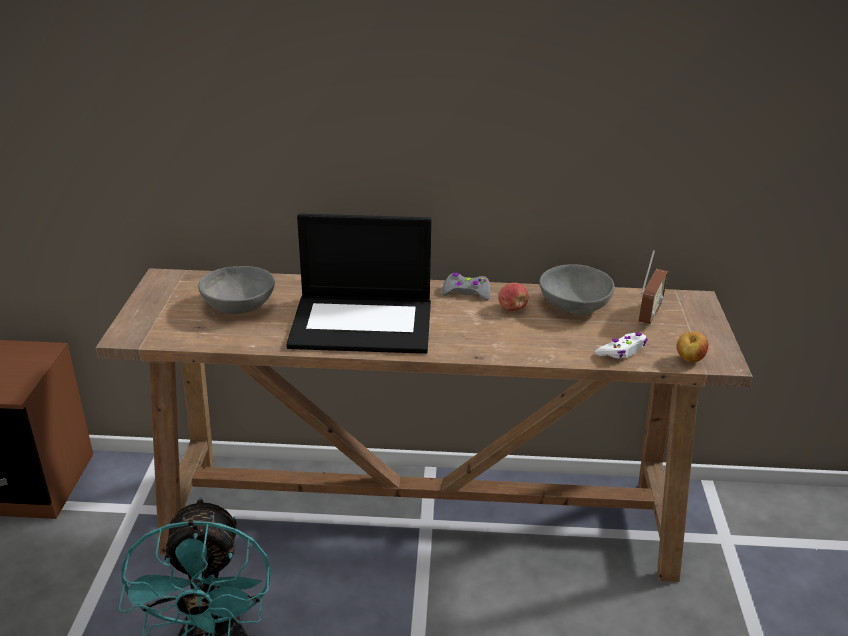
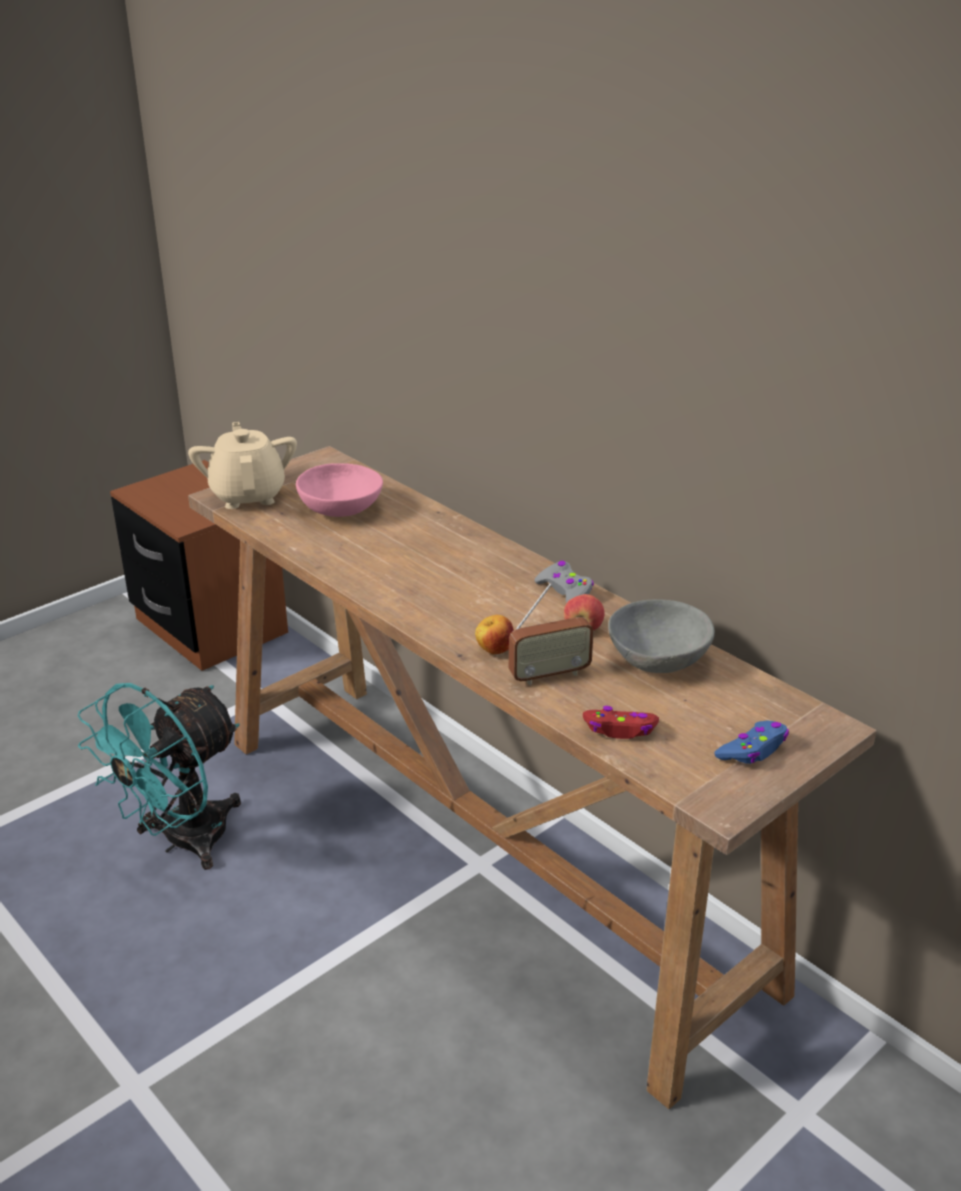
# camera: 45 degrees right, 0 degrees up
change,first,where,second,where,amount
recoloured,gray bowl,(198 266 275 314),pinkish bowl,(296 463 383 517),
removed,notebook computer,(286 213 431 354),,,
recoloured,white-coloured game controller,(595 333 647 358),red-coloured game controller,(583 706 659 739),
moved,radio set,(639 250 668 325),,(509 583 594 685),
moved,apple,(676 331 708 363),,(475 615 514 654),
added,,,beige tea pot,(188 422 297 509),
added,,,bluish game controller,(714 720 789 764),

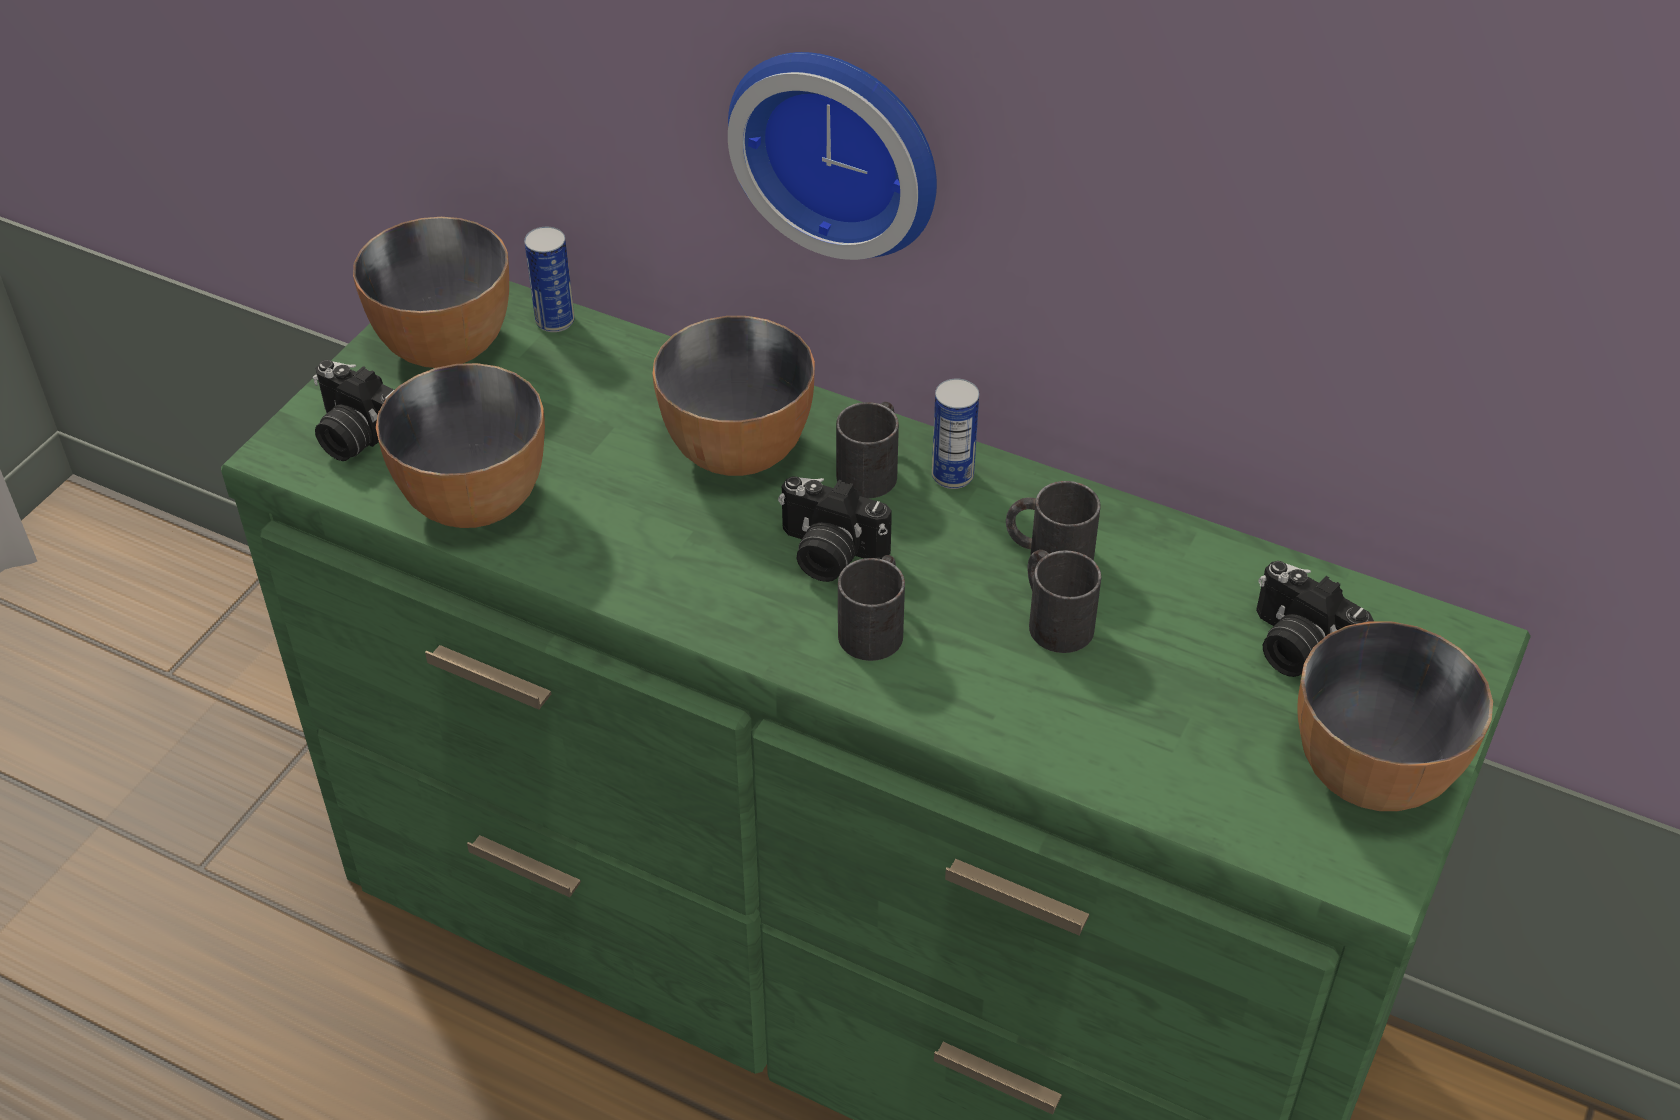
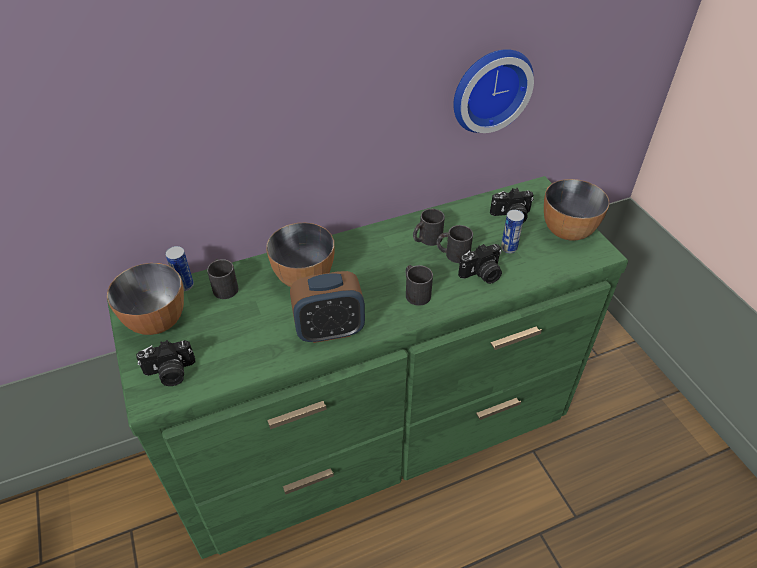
# camera: 50 degrees left, 0 degrees up
change,first,where,second,where,amount
removed,bowl,(376 363 545 528),,,
moved,hanging clock,(728 52 937 260),,(453 49 534 133),
moved,still camera,(778 476 892 582),,(458 244 502 284),
moved,black-coloured mug,(836 402 899 498),,(207 259 239 299),
moved,can,(932 378 979 489),,(501 210 524 253),
added,,,alarm clock,(290 271 365 343),

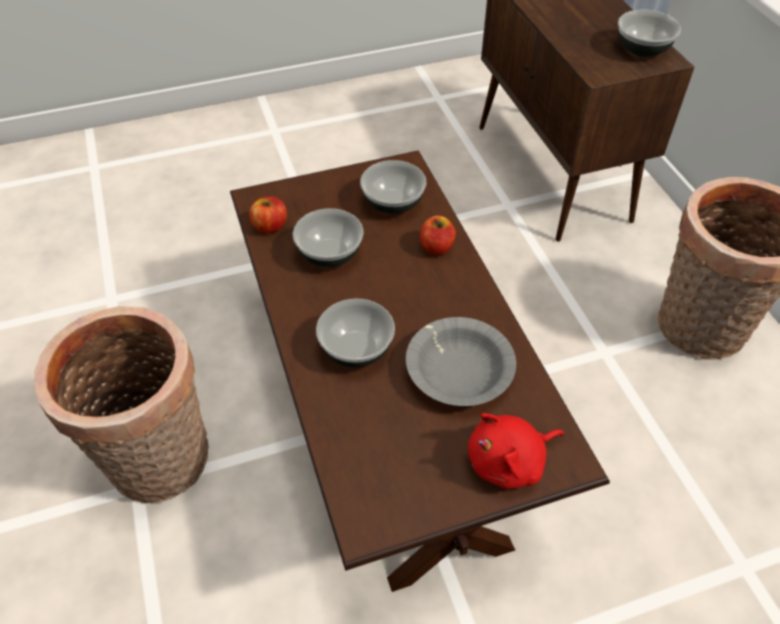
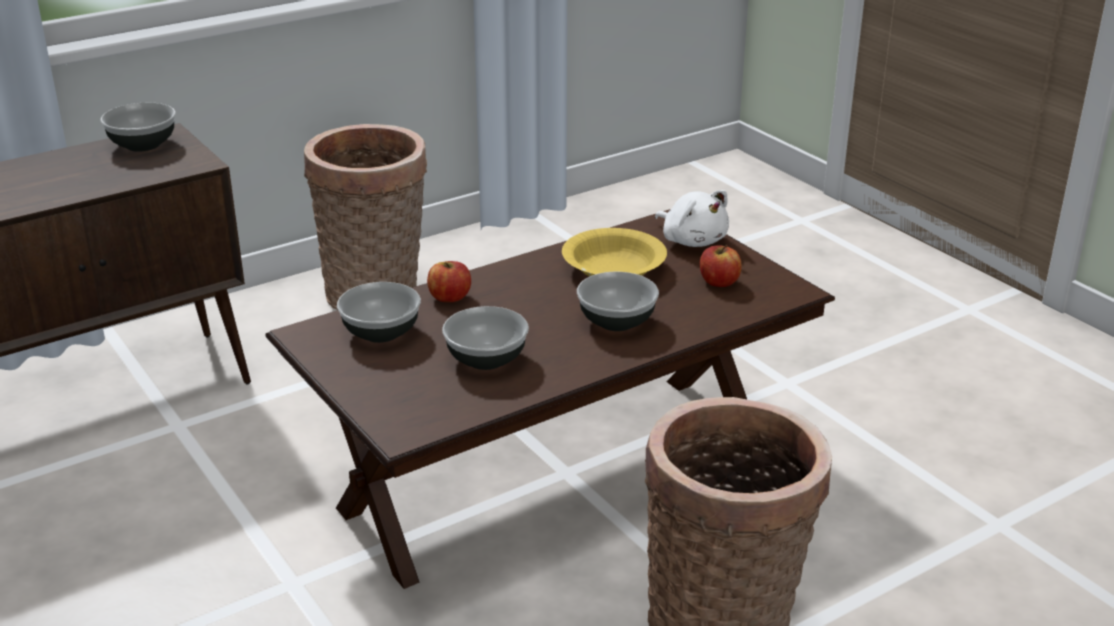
# camera: 105 degrees left, 20 degrees down
change,first,where,second,where,amount
moved,apple,(249 196 287 233),,(700 245 742 287),
recoloured,gray bowl,(406 317 516 406),yellow-coloured bowl,(562 228 667 277),
recoloured,red-coloured soft toy,(468 413 564 489),white-coloured soft toy,(655 190 729 247),

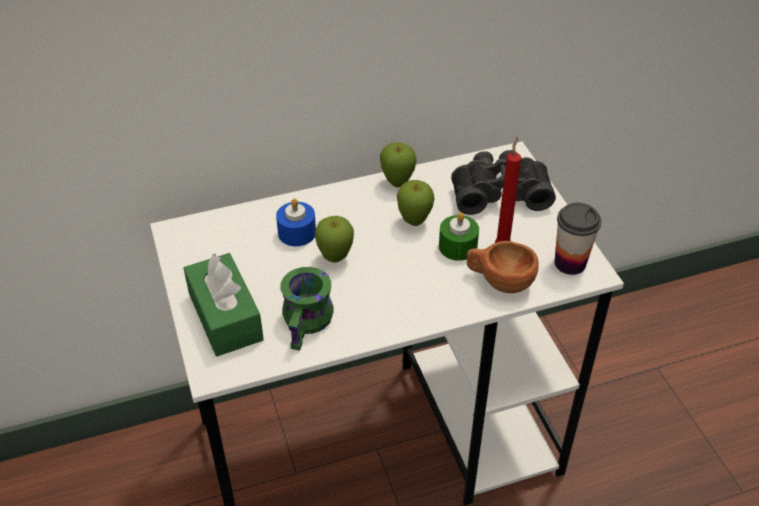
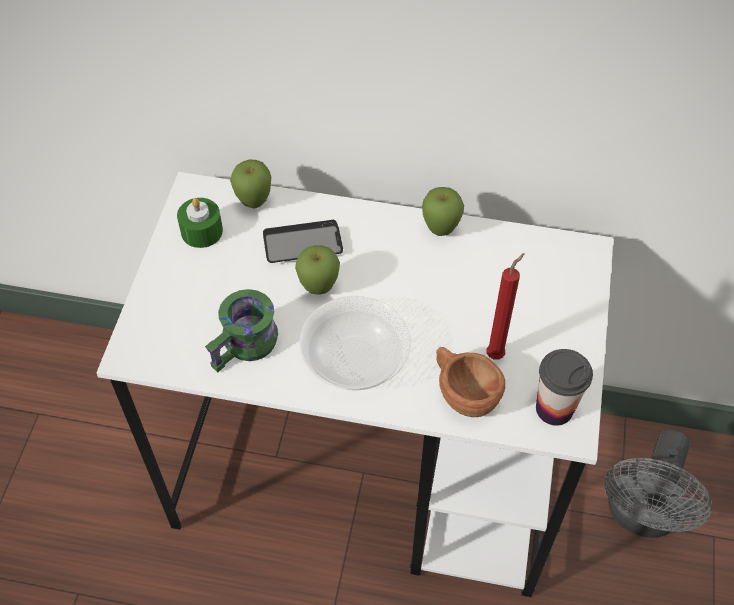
# camera: 30 degrees right, 10 degrees up
change,first,where,second,where,amount
removed,green-coloured box of tissues,(183 253 264 356),,,
replaced,bluish candle,(276 198 316 246),telephone,(263 220 343 263),
moved,apple,(397 180 434 226),,(230 159 271 209),
moved,green-coloured candle,(439 212 479 261),,(177 198 223 248),
removed,black-coloured binoculars,(451 150 556 215),,,
added,,,bowl,(299 296 411 391),
added,,,gray cooling fan,(604 429 712 538),

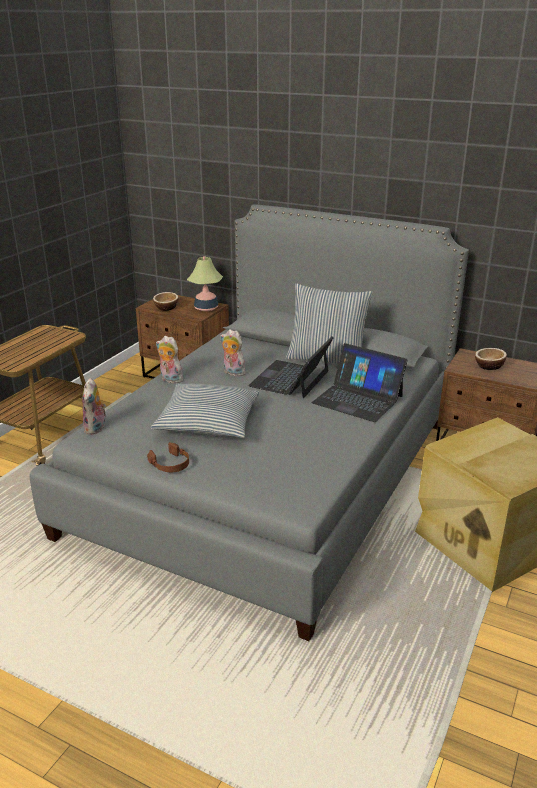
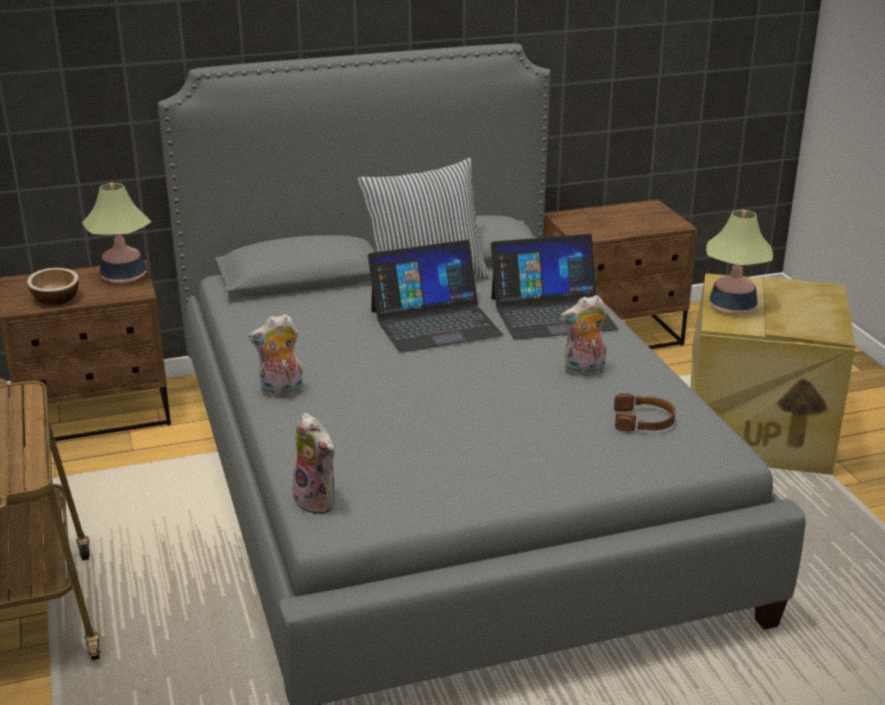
# camera: 45 degrees left, 0 degrees up
change,first,where,second,where,amount
moved,brown-coloured headset,(147 442 189 472),,(614 393 675 432),
removed,throw pillow,(151 383 260 438),,,
moved,soft toy,(220 329 246 377),,(560 295 606 376),
turned,notebook computer,(248 336 334 398),,(368 240 503 353),90 degrees counterclockwise
removed,bowl,(475 348 507 370),,,
added,,,tabletop lamp,(706 210 773 314),

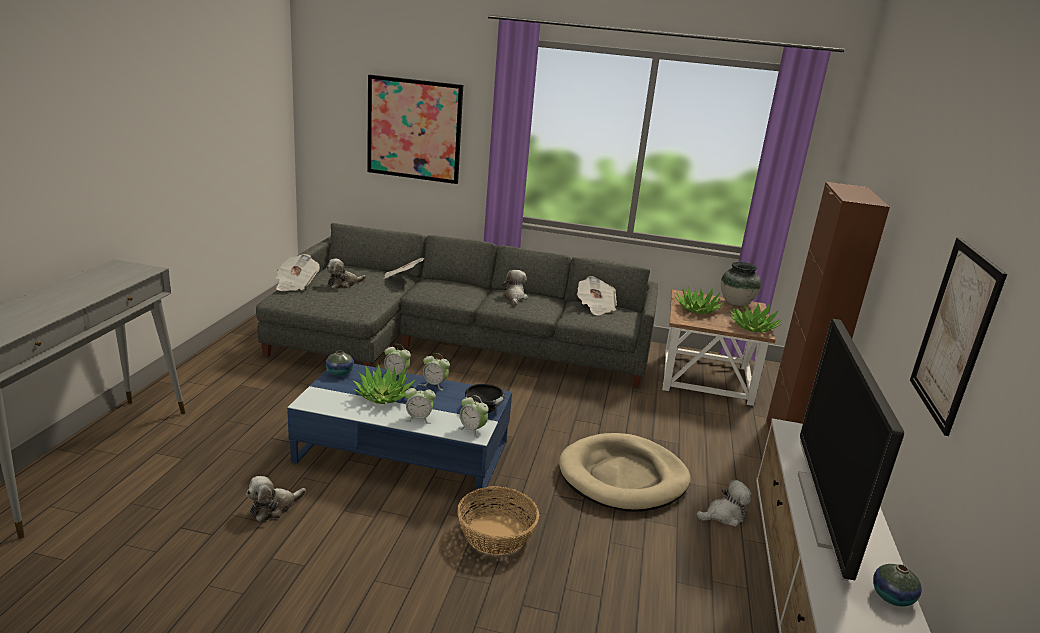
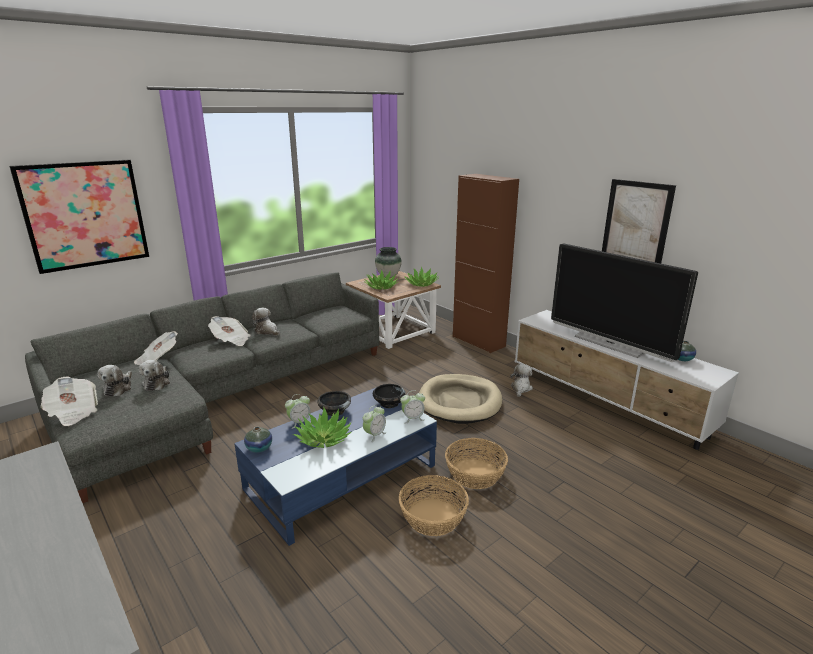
# camera: 50 degrees left, 0 degrees up
change,first,where,second,where,amount
moved,soft toy,(246 476 306 522),,(139 360 170 391),
replaced,alarm clock,(422 353 450 390),black-coloured bowl,(317 391 351 416),
moved,daily paper,(577 276 617 315),,(208 316 251 346),
added,,,household basket,(399 475 469 536),

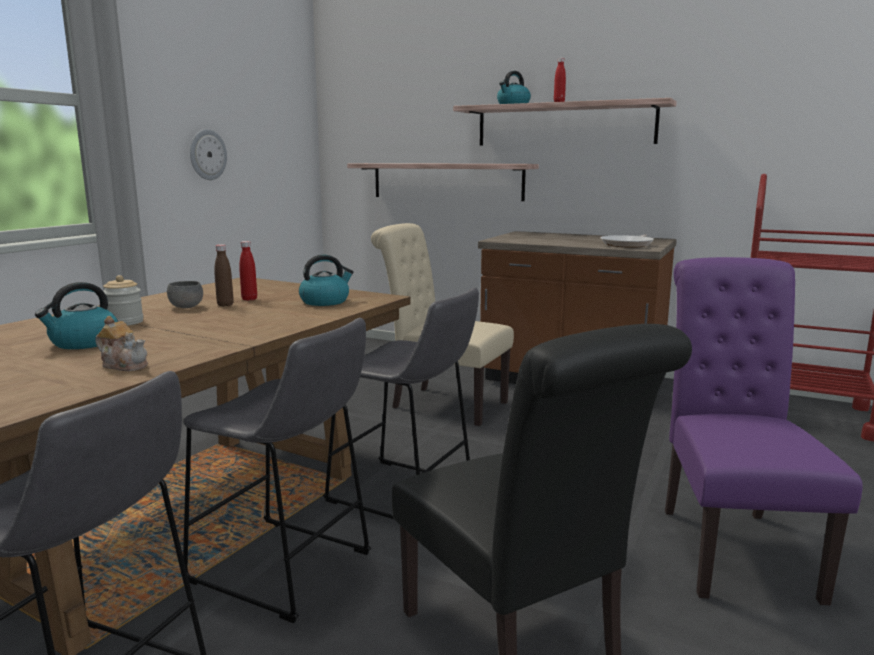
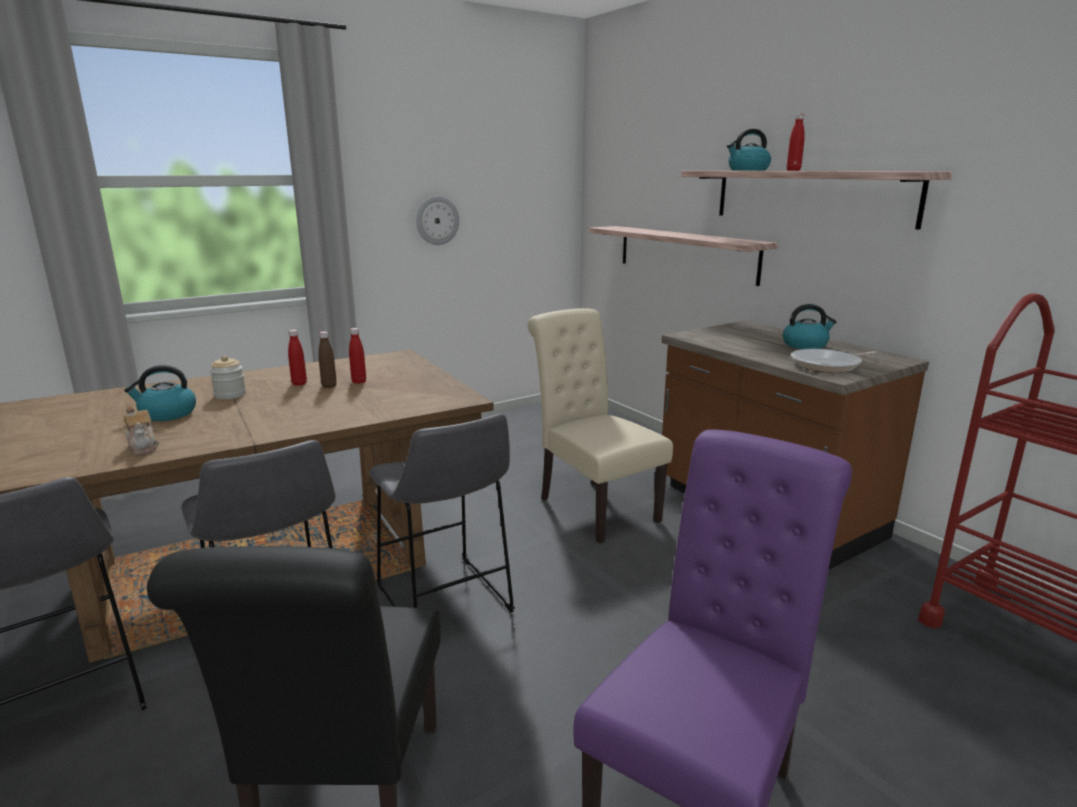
# camera: 30 degrees right, 5 degrees up
change,first,where,second,where,amount
replaced,gray bowl,(167 281 203 308),red-coloured beverage bottle,(288 329 307 386),
moved,kettle,(299 255 354 306),,(783 304 837 349),

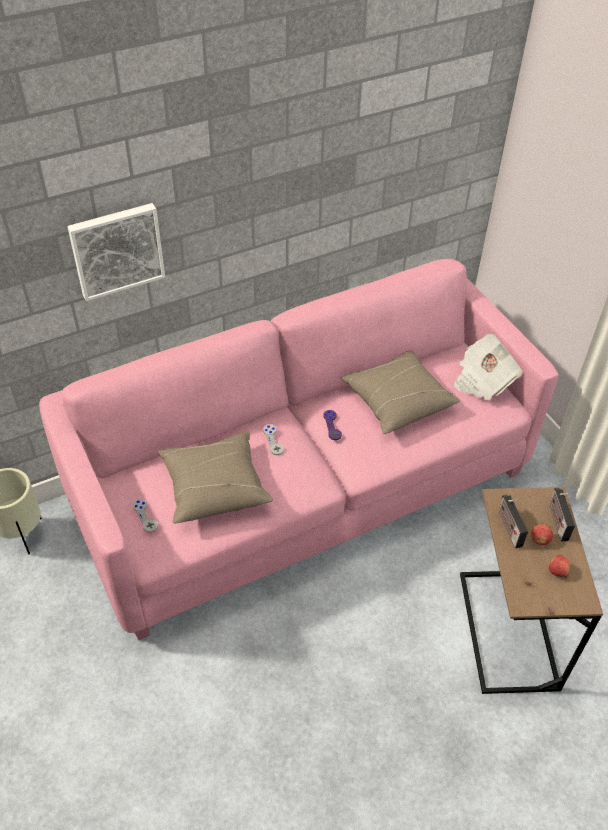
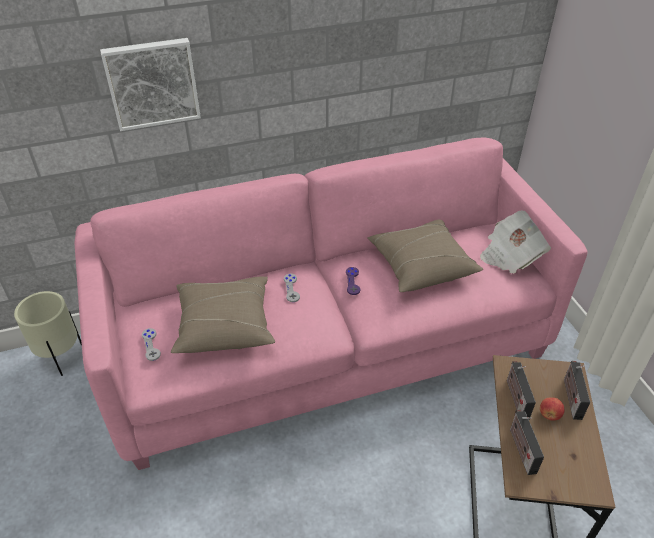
# camera: 10 degrees right, 5 degrees down
change,first,where,second,where,amount
removed,apple,(549 555 571 577),,,
added,,,radio set,(510 410 544 475),

